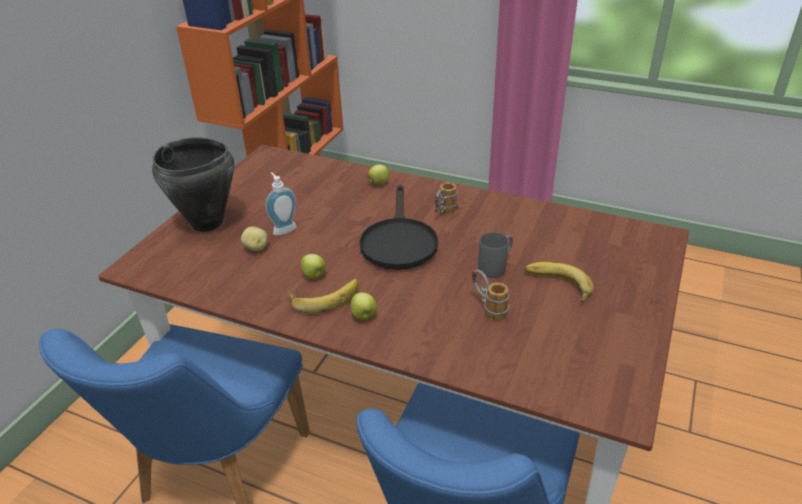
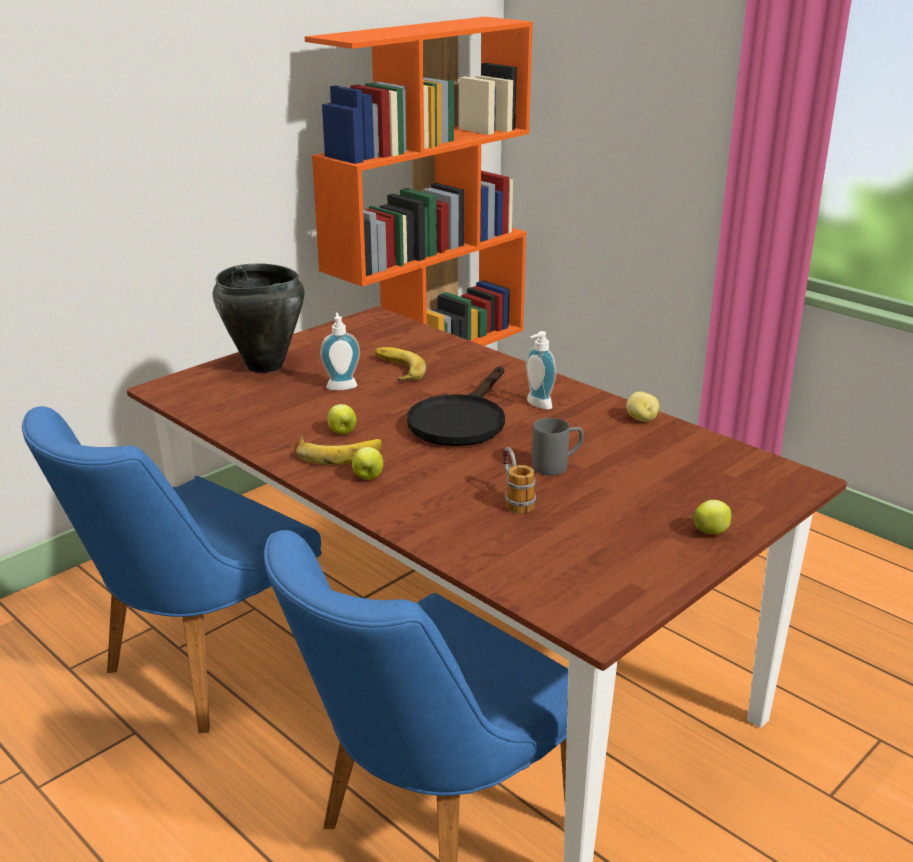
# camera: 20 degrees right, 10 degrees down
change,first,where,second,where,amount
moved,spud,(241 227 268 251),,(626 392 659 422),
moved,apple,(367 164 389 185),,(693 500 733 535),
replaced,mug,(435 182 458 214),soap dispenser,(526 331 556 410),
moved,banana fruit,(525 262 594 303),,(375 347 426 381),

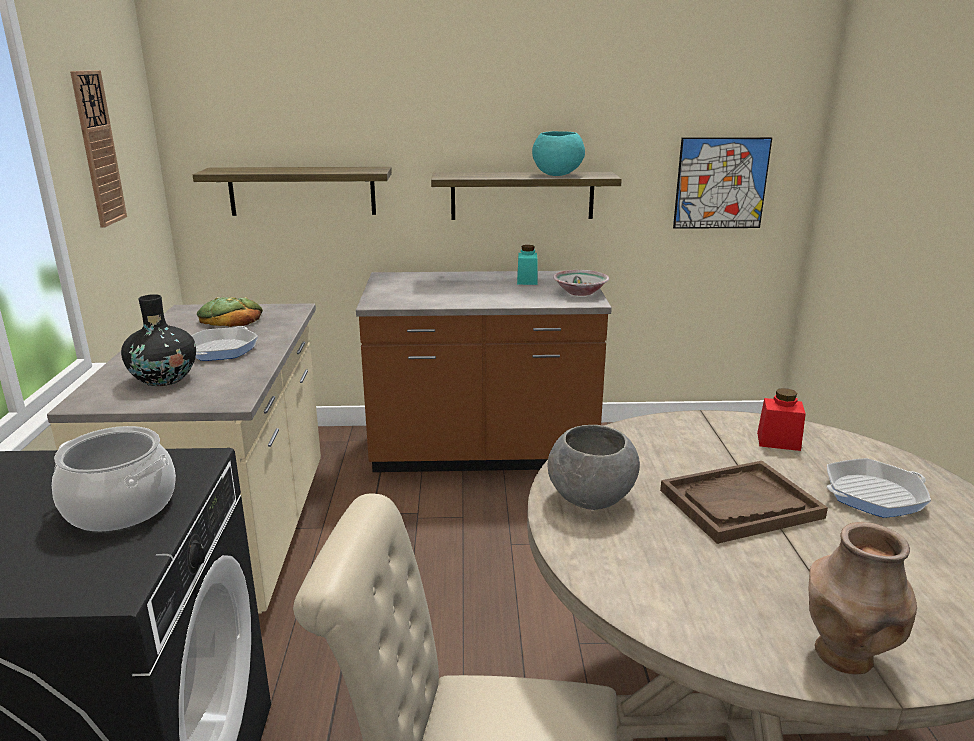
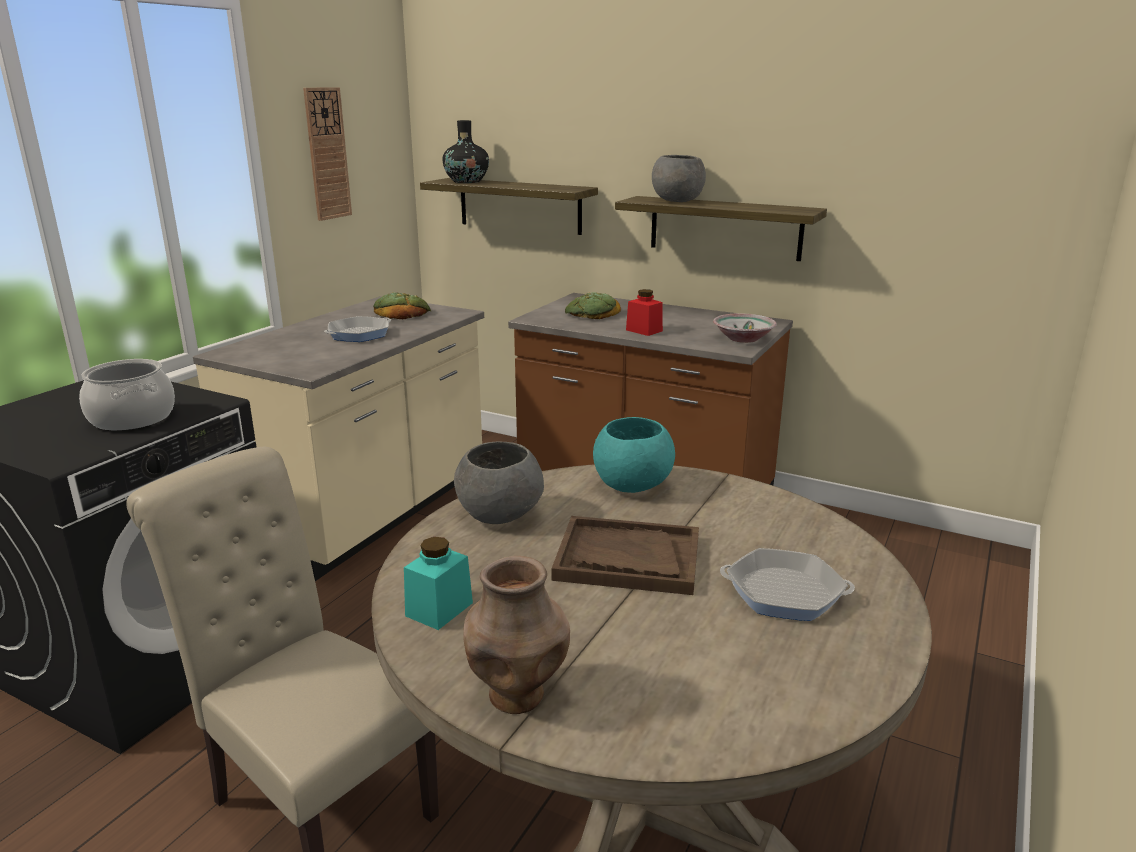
# camera: 30 degrees right, 0 degrees up
change,first,where,second,where,amount
moved,black-coloured decorative vase,(121 294 196 386),,(442 120 489 183),
moved,turquoise-coloured preserve jar,(517 245 538 285),,(404 537 473 630),
moved,turquoise-coloured bowl,(532 131 585 176),,(593 417 675 493),
removed,picture,(673 137 772 229),,,
moved,red-coloured preserve jar,(757 388 806 451),,(626 289 663 336),
added,,,bread,(565 292 621 319),
added,,,gray bowl,(652 155 706 202),

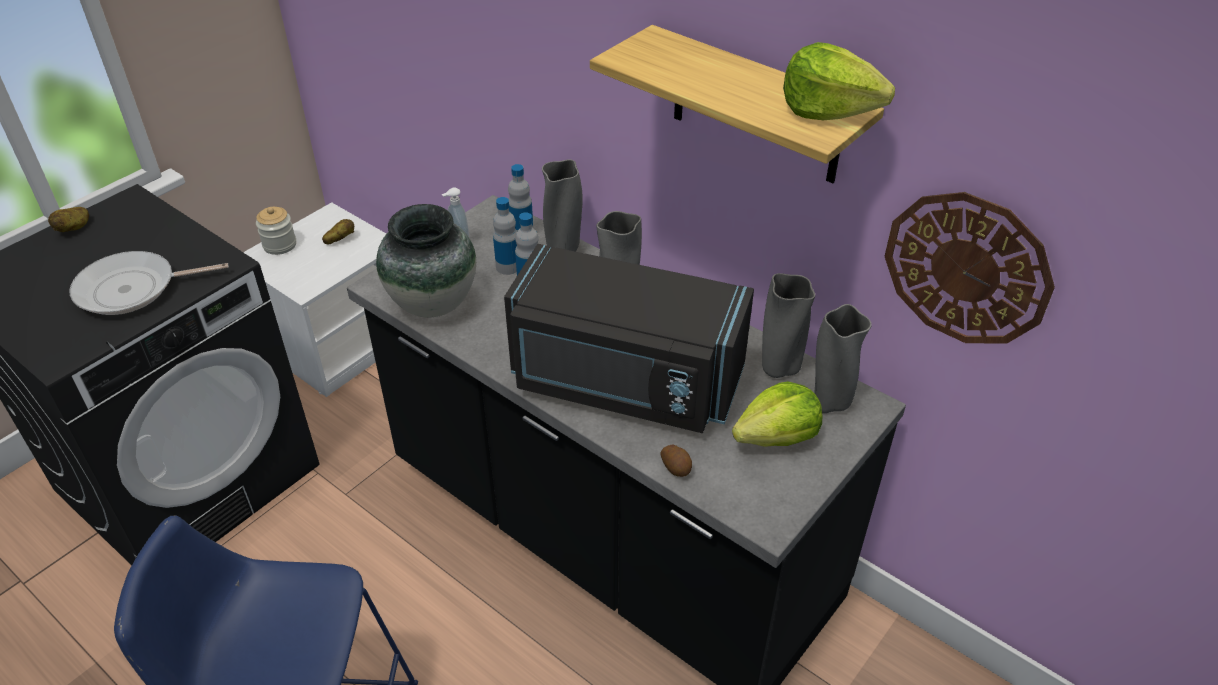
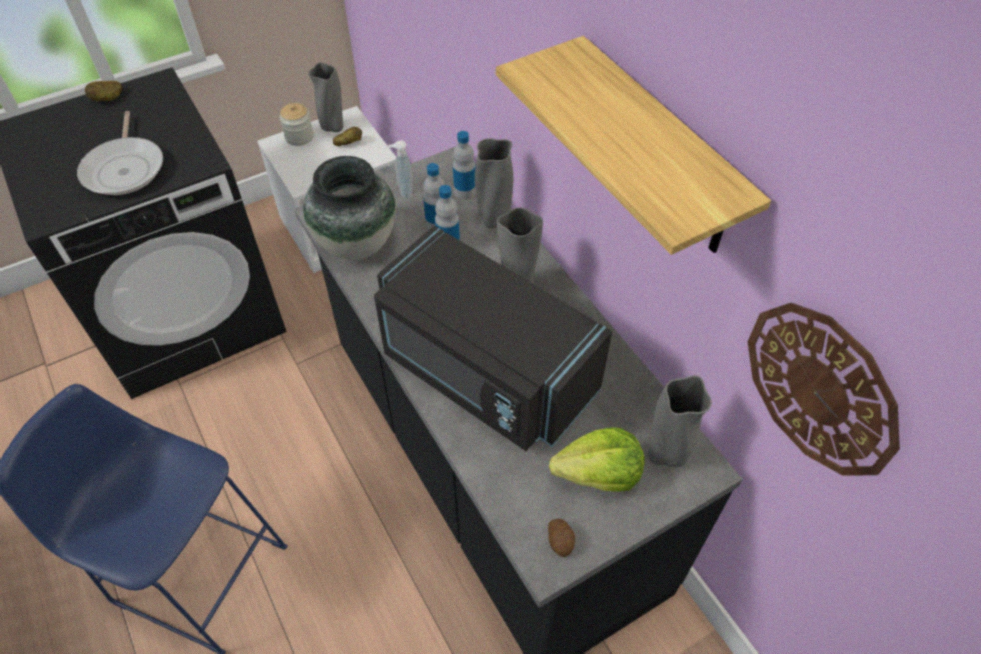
# camera: 20 degrees right, 10 degrees up
change,first,where,second,where,amount
turned,frying pan,(70 251 229 315),,(77 111 163 195),105 degrees counterclockwise
moved,spud,(660 445 692 477),,(548 519 575 557),
moved,gray decorative vase,(762 273 815 378),,(309 62 343 132),
removed,lettuce,(783 42 895 120),,,

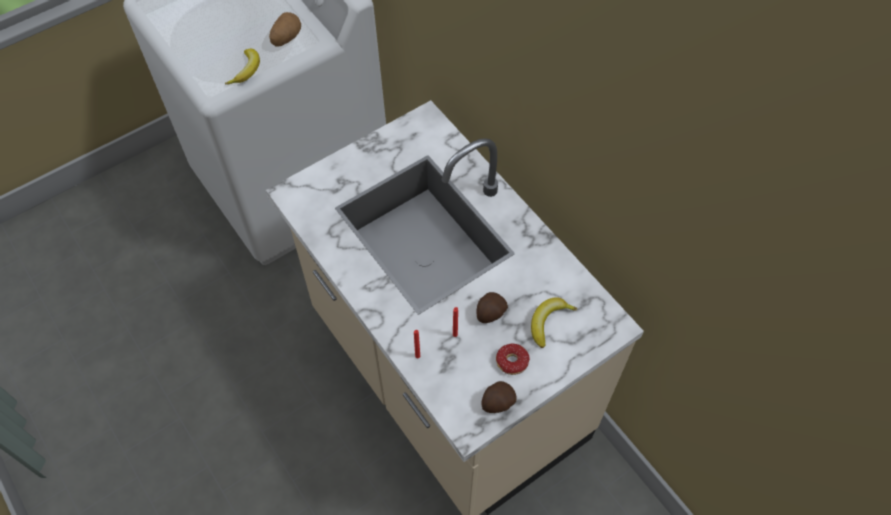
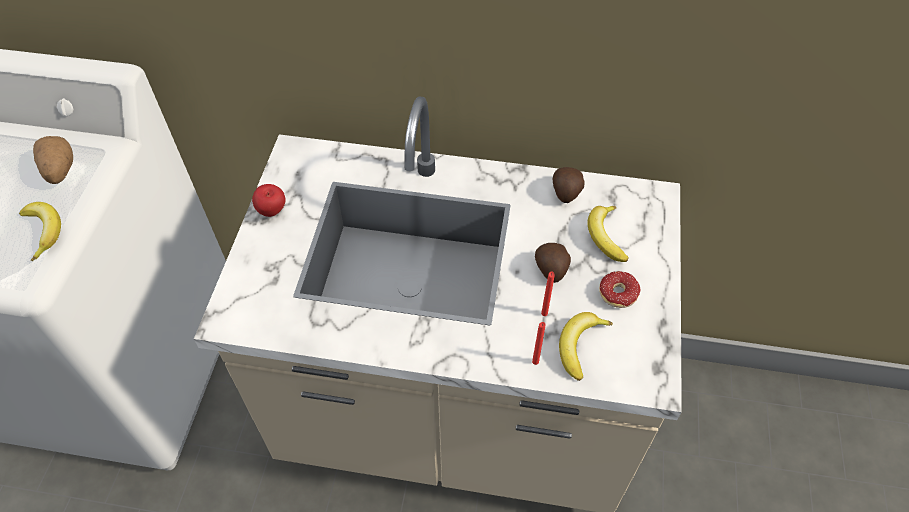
# camera: 45 degrees left, 5 degrees down
change,first,where,second,where,amount
moved,spud,(482 381 516 413),,(553 167 584 203),
added,,,apple,(252 184 286 217),
added,,,banana fruit,(559 312 613 381),

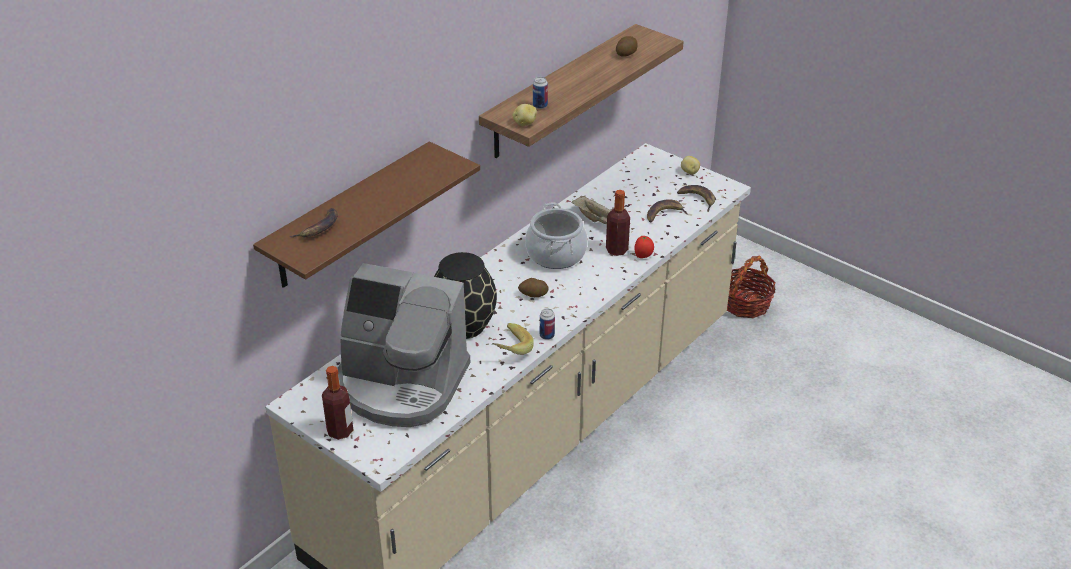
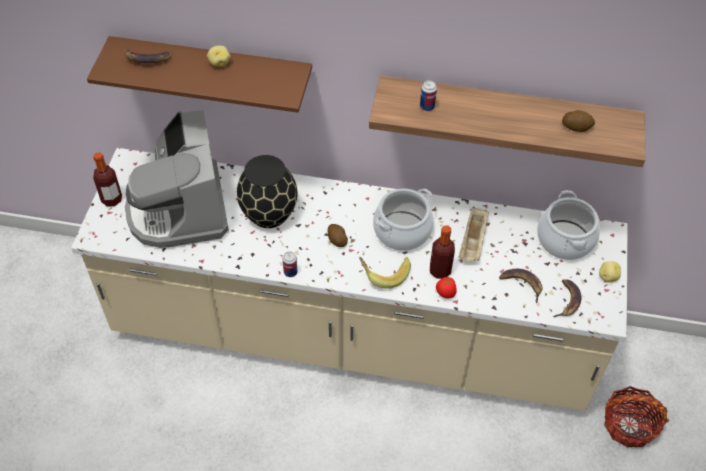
# camera: 60 degrees right, 15 degrees up
change,first,where,second,where,amount
moved,banana fruit,(492 323 534 355),,(359 257 411 289),
moved,spud,(513 104 537 126),,(207 45 231 67),
added,,,cooking pot,(537 190 600 260),

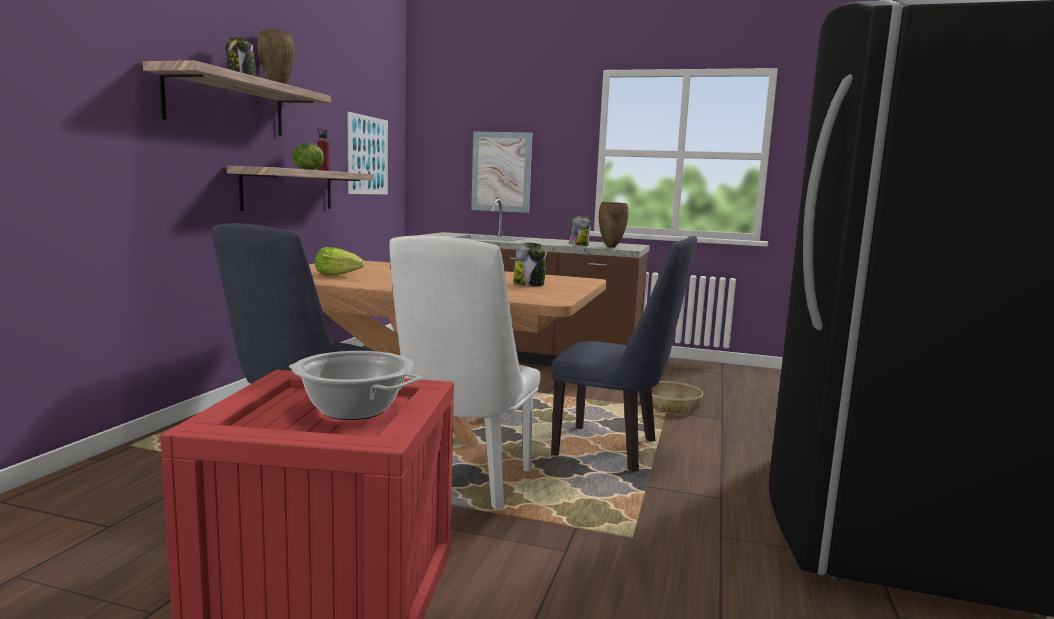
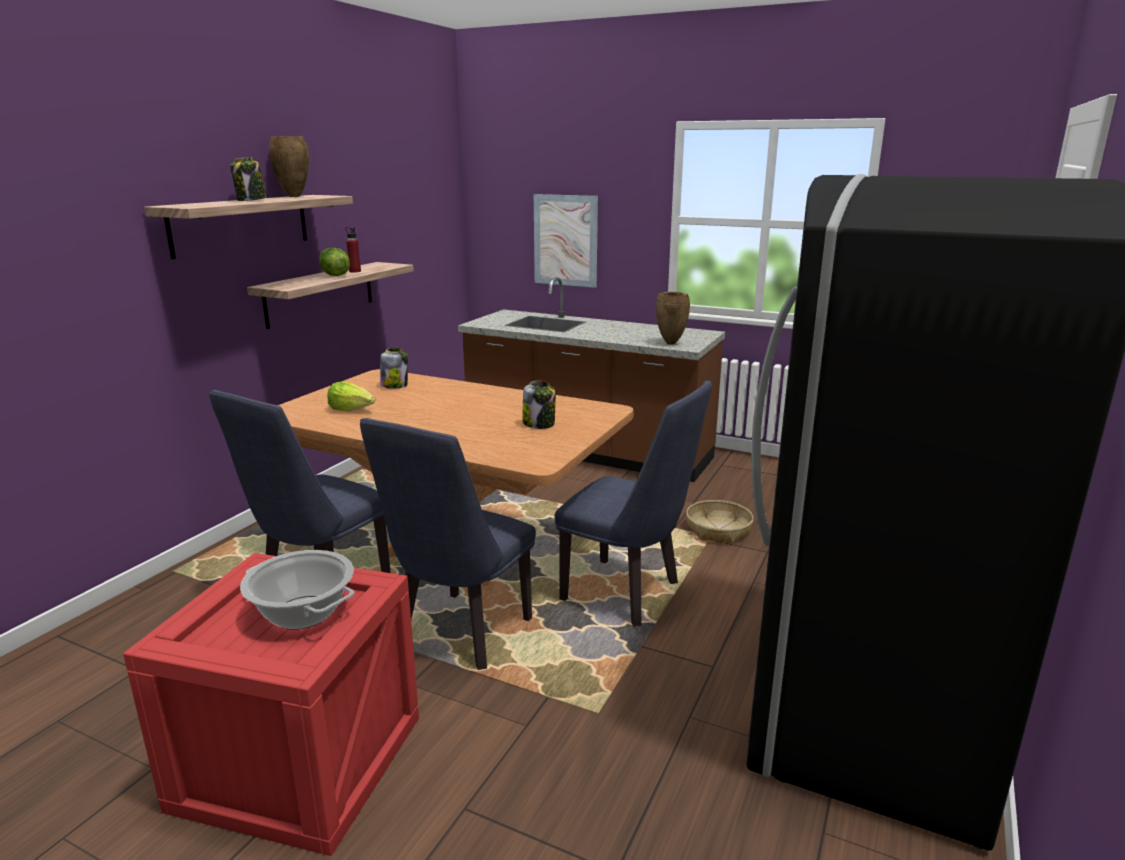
# camera: 10 degrees right, 10 degrees up
change,first,where,second,where,amount
removed,picture,(348 112 388 194),,,
recoloured,white-coloured upright chair,(390 235 541 510),bluish upright chair,(360 418 536 670),
moved,preserve jar,(569 216 591 246),,(380 348 408 389),

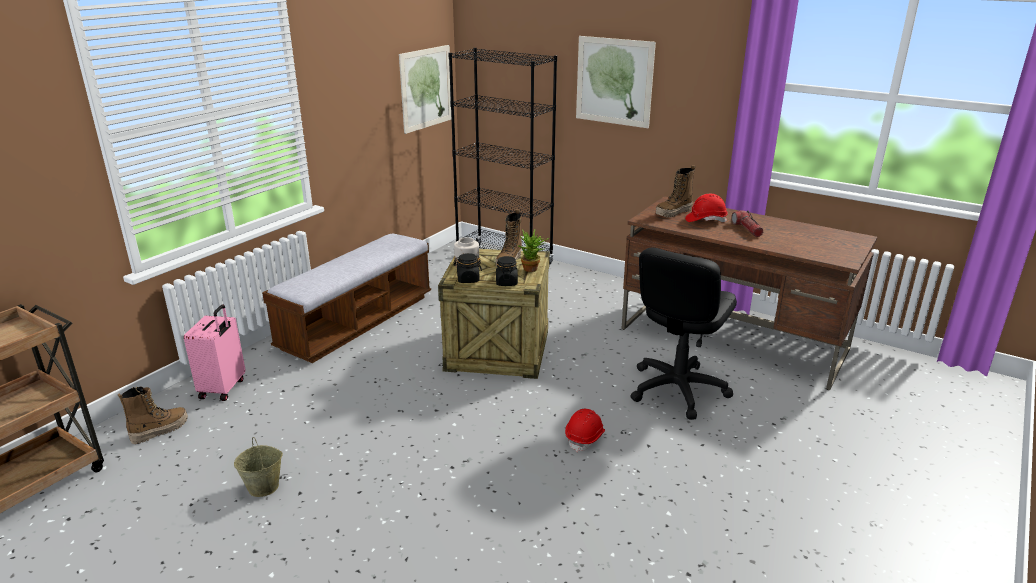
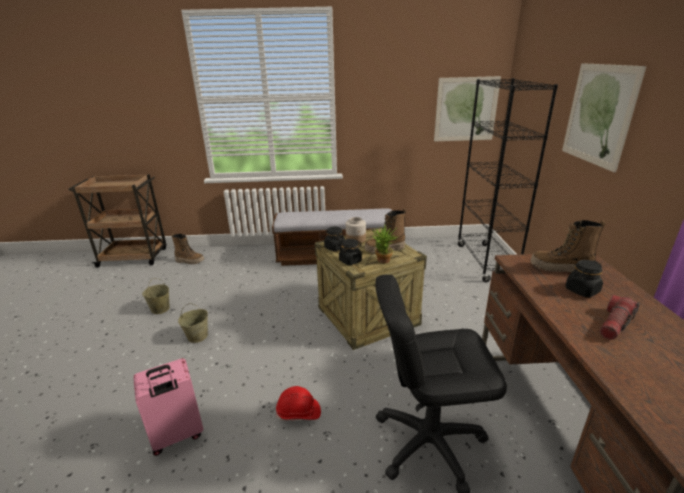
# camera: 55 degrees right, 0 degrees up
change,first,where,second,where,amount
moved,pinkish piece of luggage,(184 304 245 401),,(133 358 203 456),
replaced,red-coloured work helmet,(685 194 728 222),black-coloured preserve jar,(565 260 603 297),
added,,,beige water bucket,(178 303 208 343),

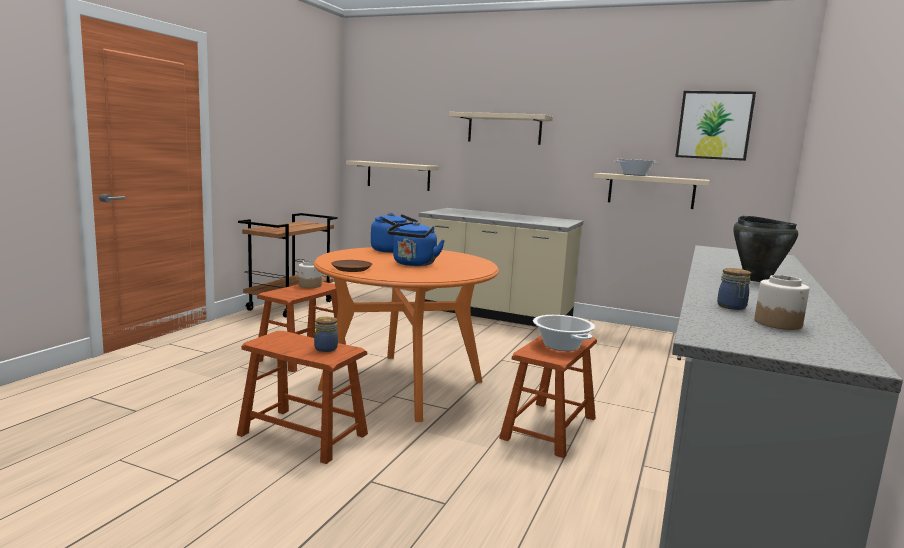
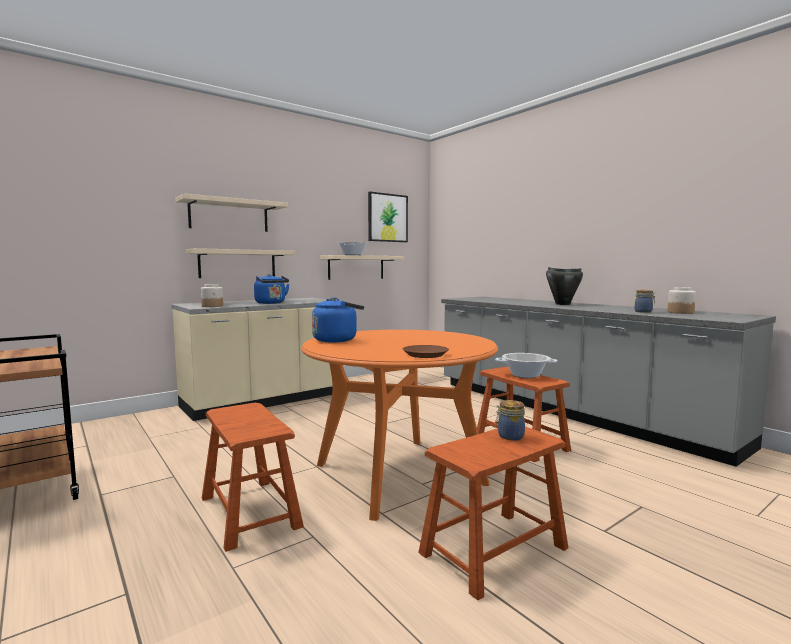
# camera: 60 degrees left, 5 degrees down
change,first,where,second,where,amount
moved,preserve jar,(298 260 322 288),,(201 284 223 307),
moved,beige wall shelf,(346 161 439 191),,(186 248 295 278),
moved,bluish kettle,(387 222 445 266),,(254 274 290 304),

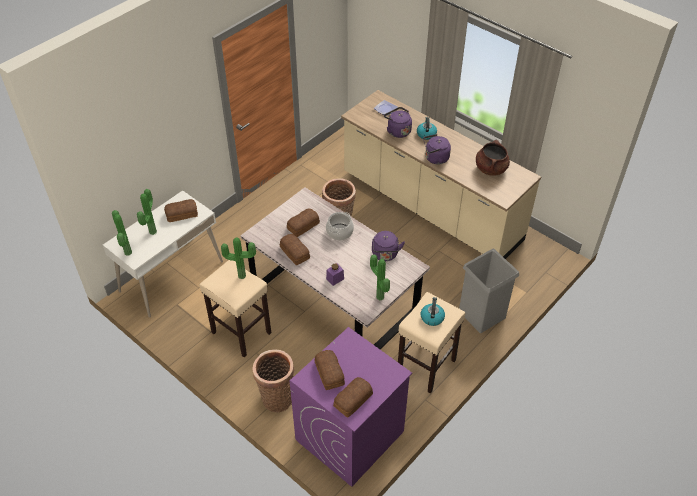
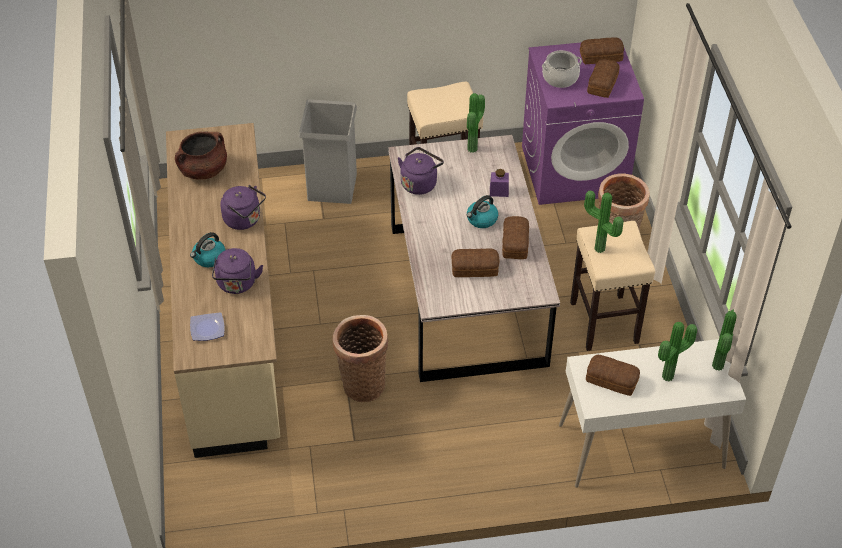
# camera: 140 degrees left, 0 degrees up
change,first,where,second,where,amount
moved,cooking pot,(326 212 354 241),,(542 50 582 88),
moved,kettle,(421 297 445 326),,(467 195 498 228),

